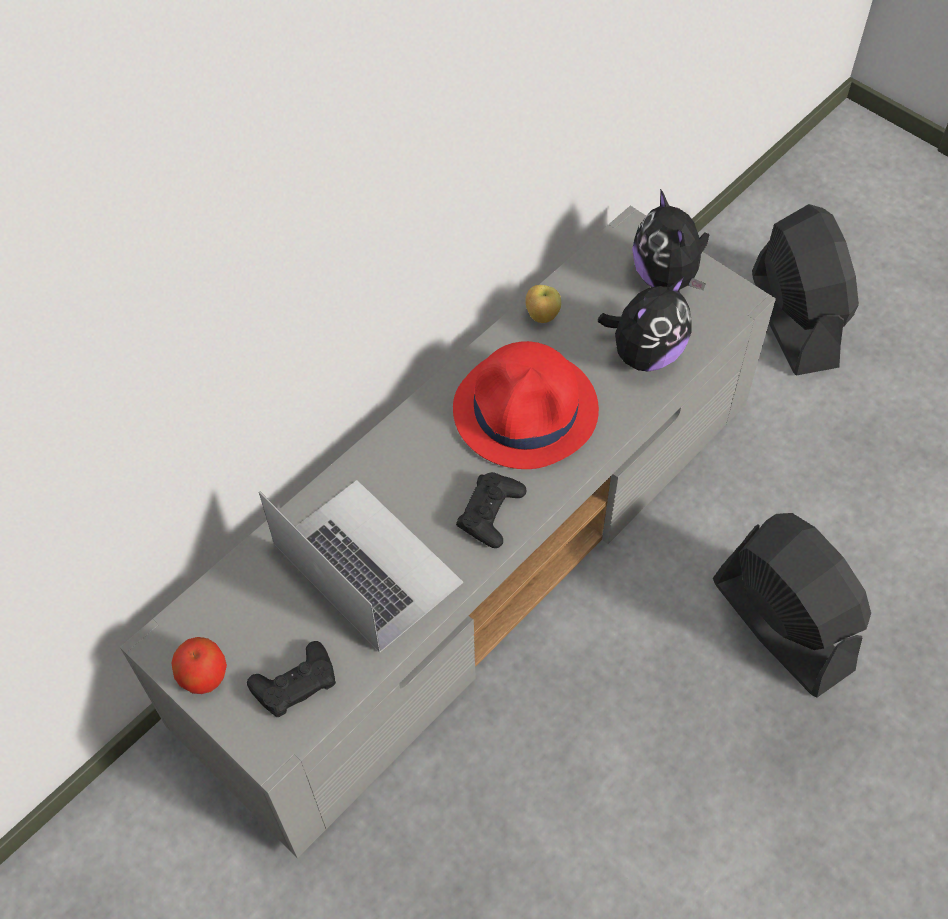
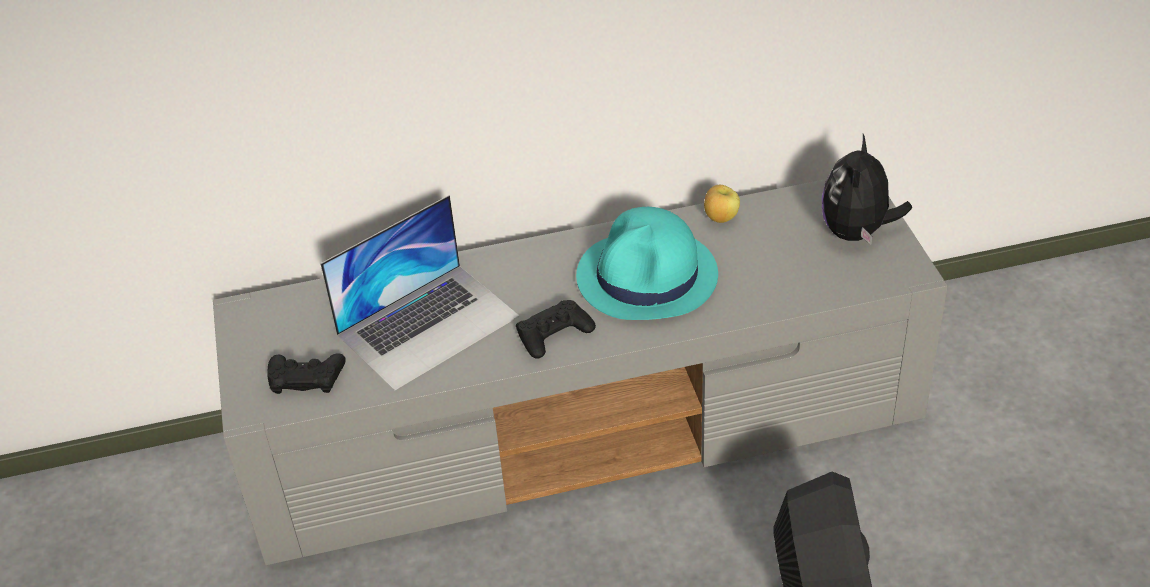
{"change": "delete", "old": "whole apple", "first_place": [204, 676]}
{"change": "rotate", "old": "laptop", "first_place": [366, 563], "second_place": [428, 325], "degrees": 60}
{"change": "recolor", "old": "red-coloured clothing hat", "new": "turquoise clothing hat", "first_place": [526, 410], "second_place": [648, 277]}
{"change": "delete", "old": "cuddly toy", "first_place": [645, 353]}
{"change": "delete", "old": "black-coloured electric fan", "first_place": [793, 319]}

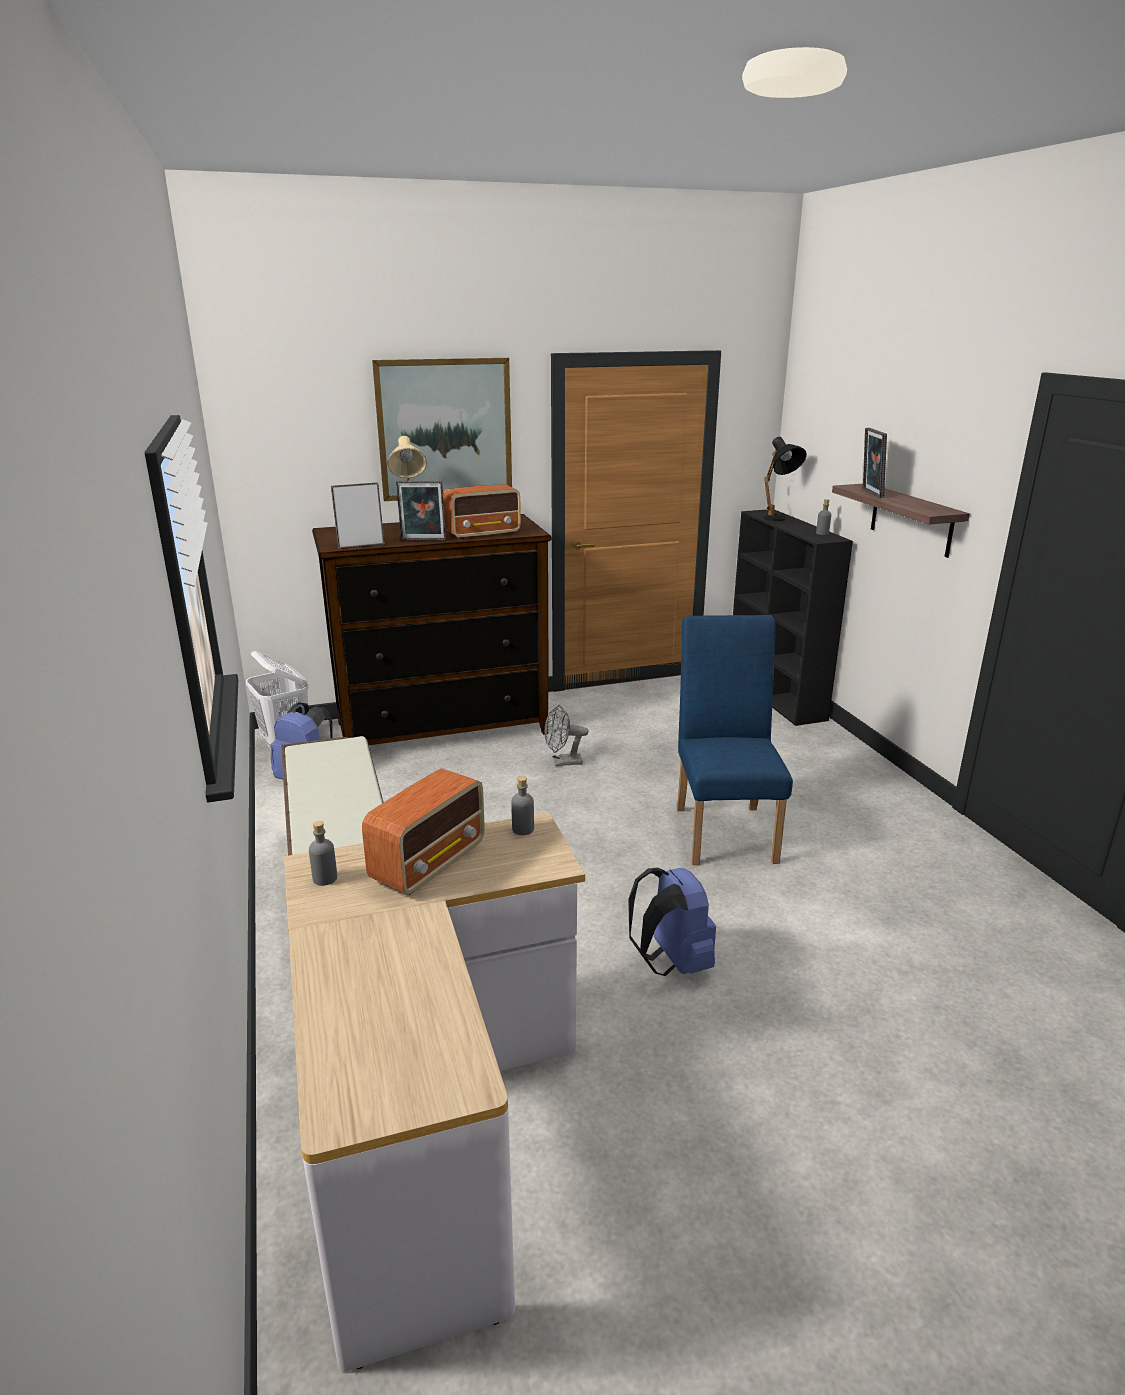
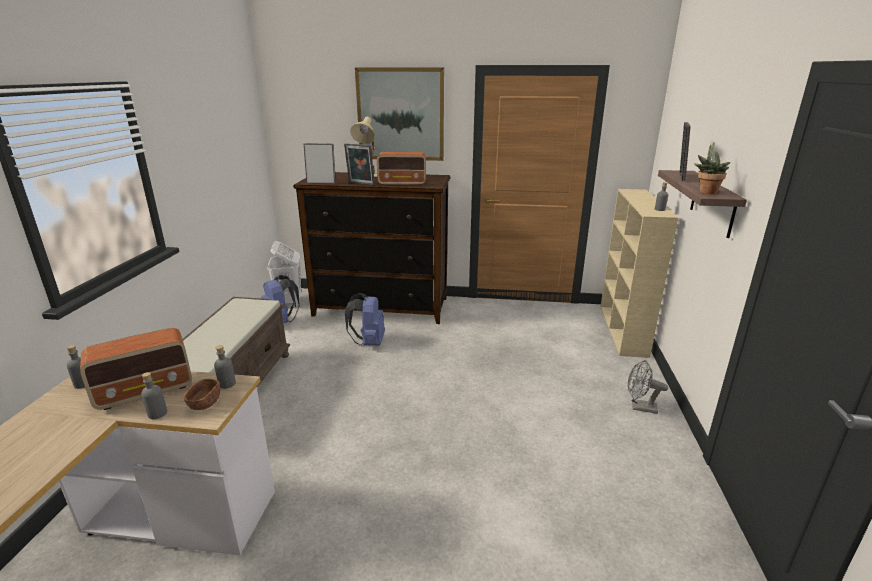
{"change": "move", "old": "gray electric fan", "first_place": [562, 762], "second_place": [639, 407]}
{"change": "move", "old": "bluish knapsack", "first_place": [672, 963], "second_place": [369, 342]}
{"change": "delete", "old": "bluish plain chair", "first_place": [724, 829]}
{"change": "recolor", "old": "black-coloured bookshelf", "new": "beige bookshelf", "first_place": [776, 696], "second_place": [623, 330]}
{"change": "delete", "old": "black-coloured tabletop lamp", "first_place": [778, 520]}
{"change": "insert", "new": "gray bottle", "second_place": [157, 414]}
{"change": "insert", "new": "brown-coloured serving bowl", "second_place": [205, 403]}
{"change": "insert", "new": "potted plant", "second_place": [706, 192]}

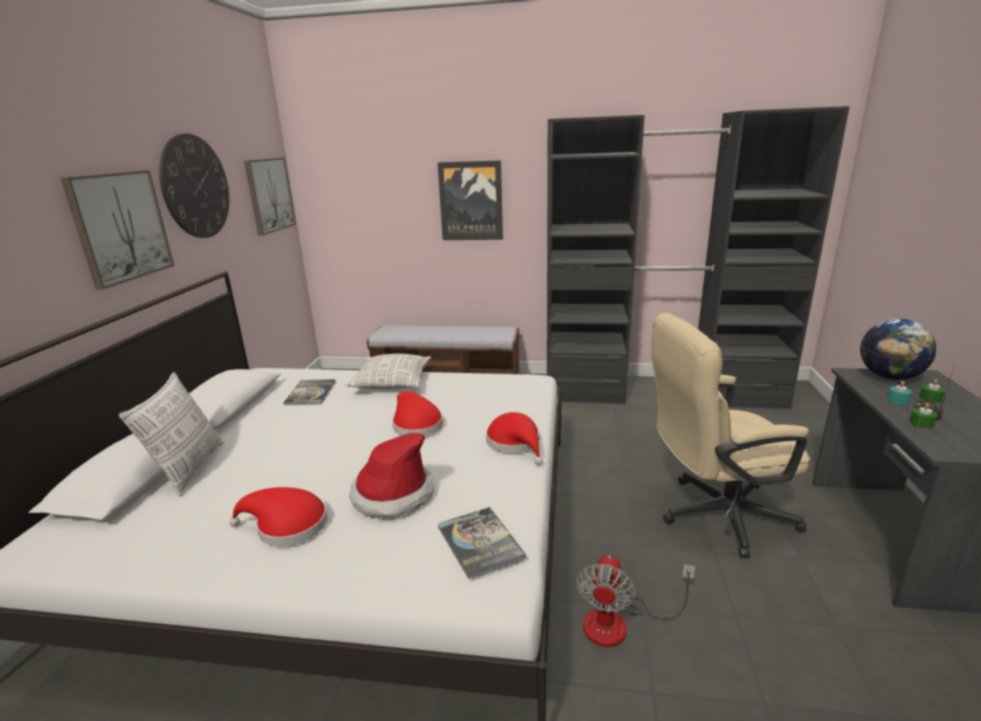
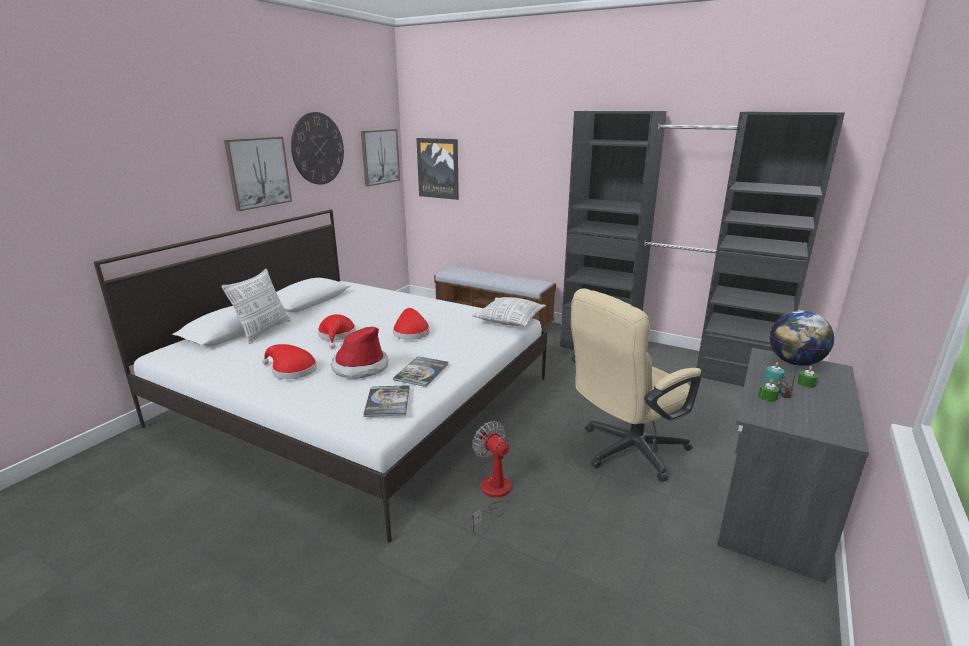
{"change": "move", "old": "book", "first_place": [310, 393], "second_place": [421, 372]}
{"change": "move", "old": "throw pillow", "first_place": [392, 383], "second_place": [510, 320]}
{"change": "move", "old": "wall picture", "first_place": [471, 201], "second_place": [438, 168]}
{"change": "move", "old": "red-coloured clothing hat", "first_place": [515, 443], "second_place": [337, 335]}
{"change": "rotate", "old": "electric fan", "first_place": [619, 623], "second_place": [492, 495], "degrees": 105}
{"change": "rotate", "old": "beige office chair", "first_place": [714, 515], "second_place": [625, 452], "degrees": -45}

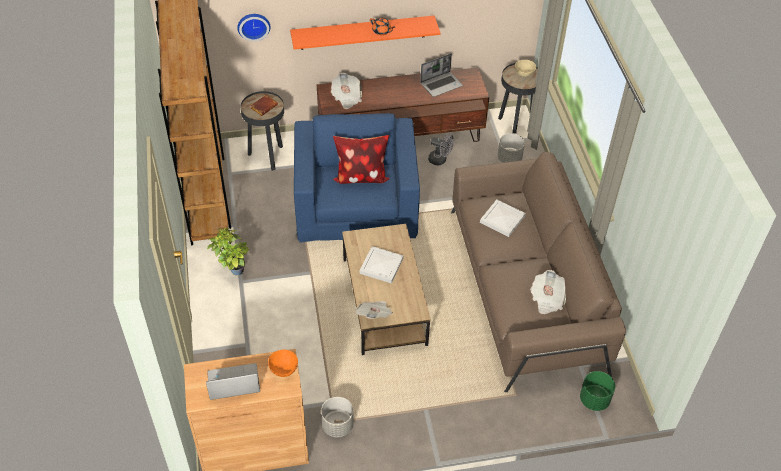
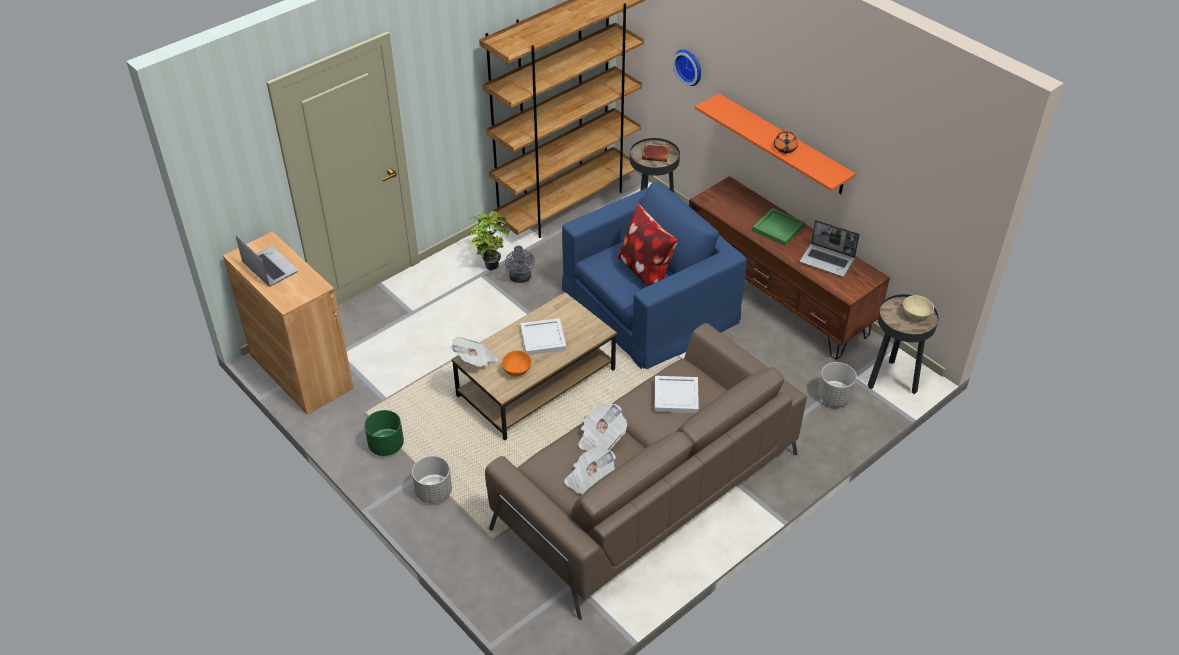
{"change": "move", "old": "orange-coloured serving bowl", "first_place": [283, 368], "second_place": [517, 370]}
{"change": "move", "old": "gray flower pot", "first_place": [337, 426], "second_place": [433, 492]}
{"change": "move", "old": "newspaper", "first_place": [346, 98], "second_place": [601, 438]}
{"change": "move", "old": "gray electric fan", "first_place": [440, 160], "second_place": [520, 278]}
{"change": "move", "old": "greenish flower pot", "first_place": [594, 400], "second_place": [386, 445]}
{"change": "insert", "new": "greenish carrying tray", "second_place": [778, 229]}

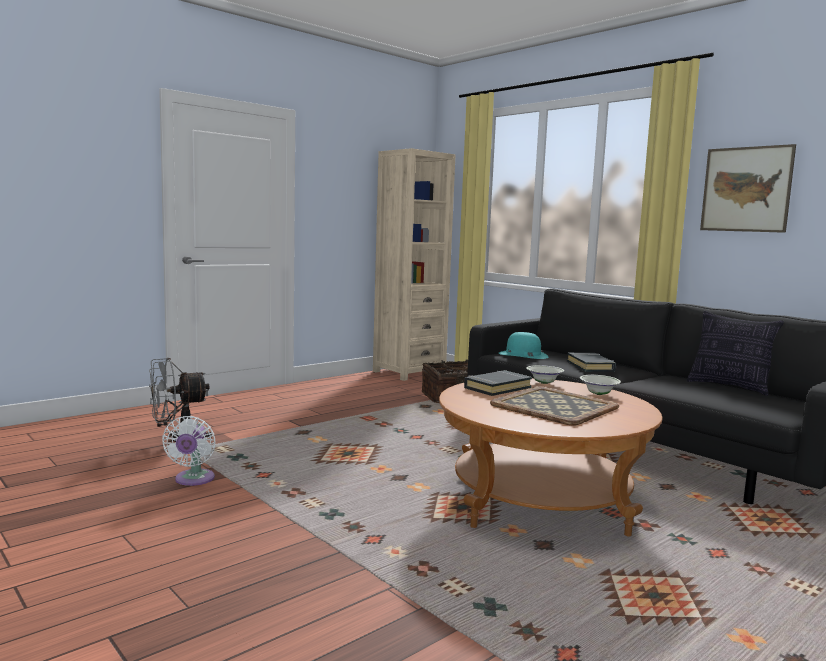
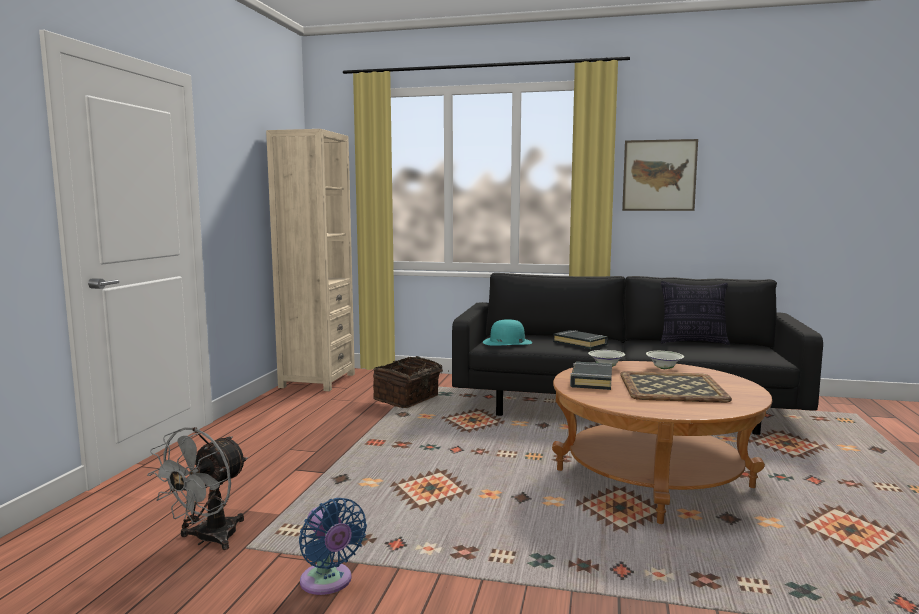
{"change": "recolor", "old": "white electric fan", "new": "bluish electric fan", "first_place": [193, 480], "second_place": [328, 582]}

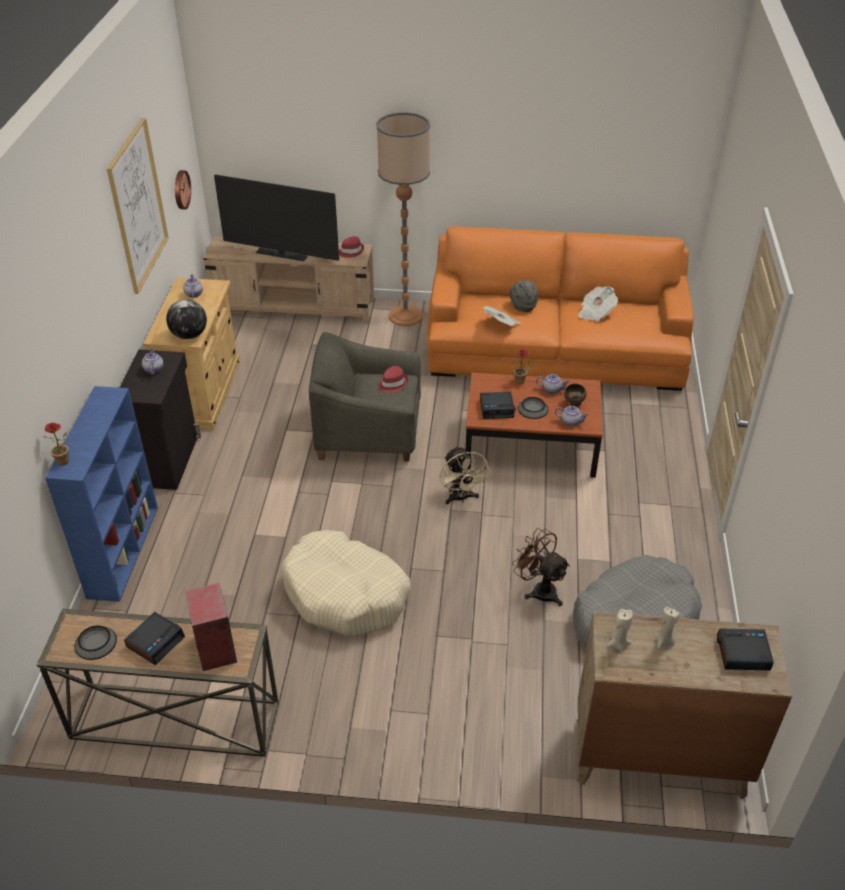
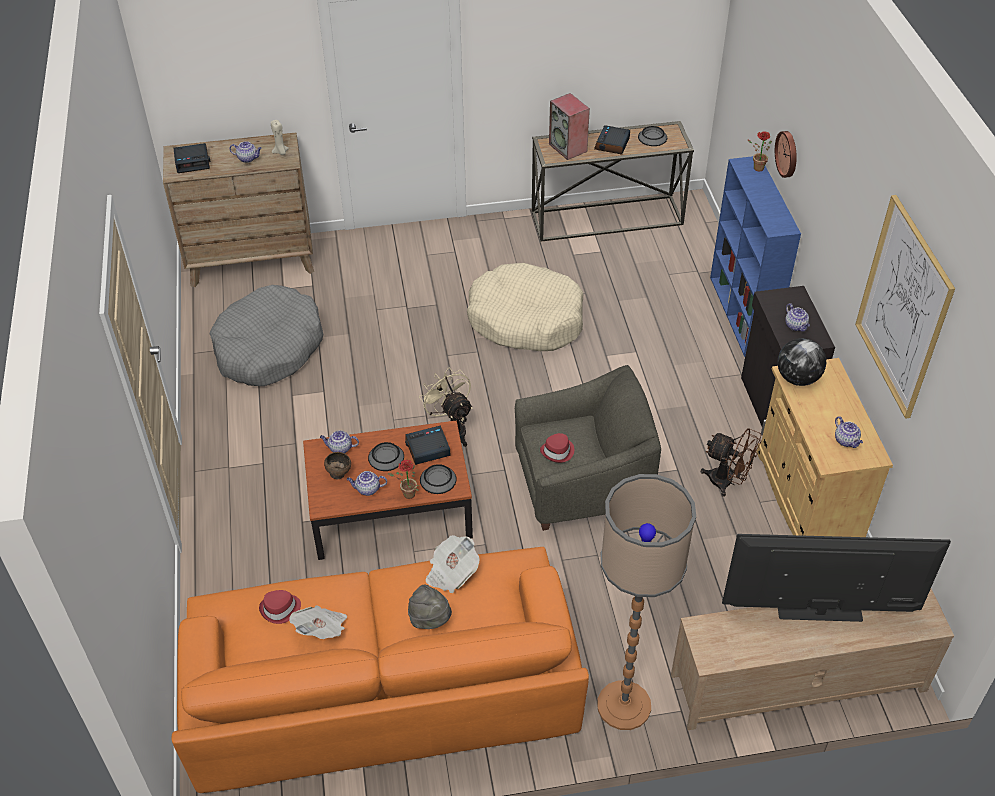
{"change": "move", "old": "hanging clock", "first_place": [180, 189], "second_place": [788, 154]}
{"change": "move", "old": "red-coloured clothing hat", "first_place": [351, 251], "second_place": [280, 609]}
{"change": "move", "old": "brown-coloured electric fan", "first_place": [539, 590], "second_place": [727, 482]}
{"change": "replace", "old": "beige wax candle", "new": "pot for tea", "first_place": [664, 642], "second_place": [248, 158]}
{"change": "insert", "new": "serving bowl", "second_place": [438, 479]}

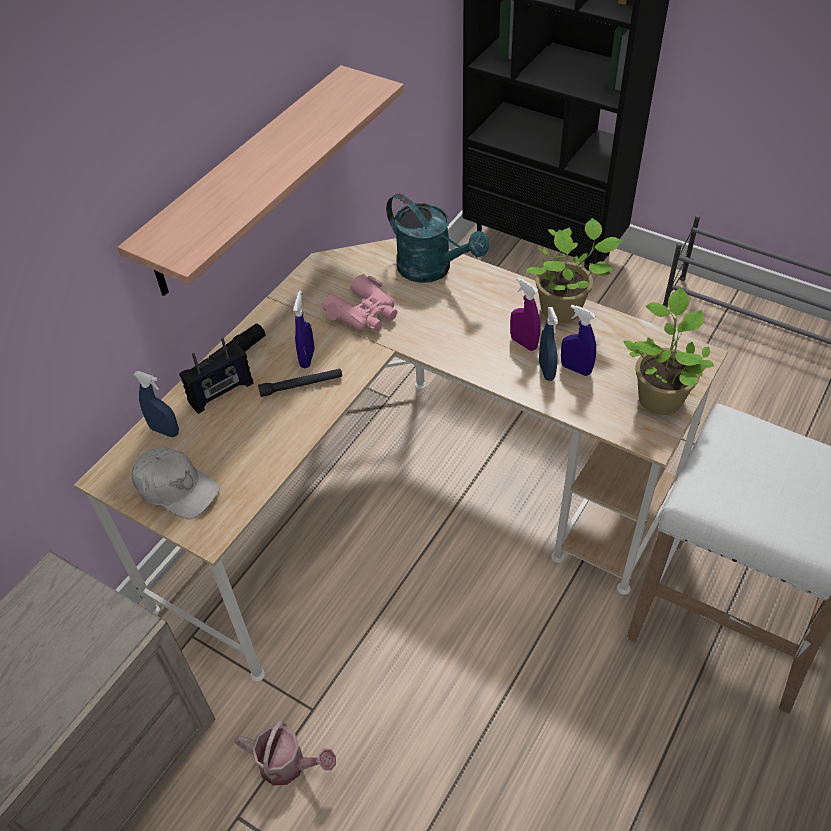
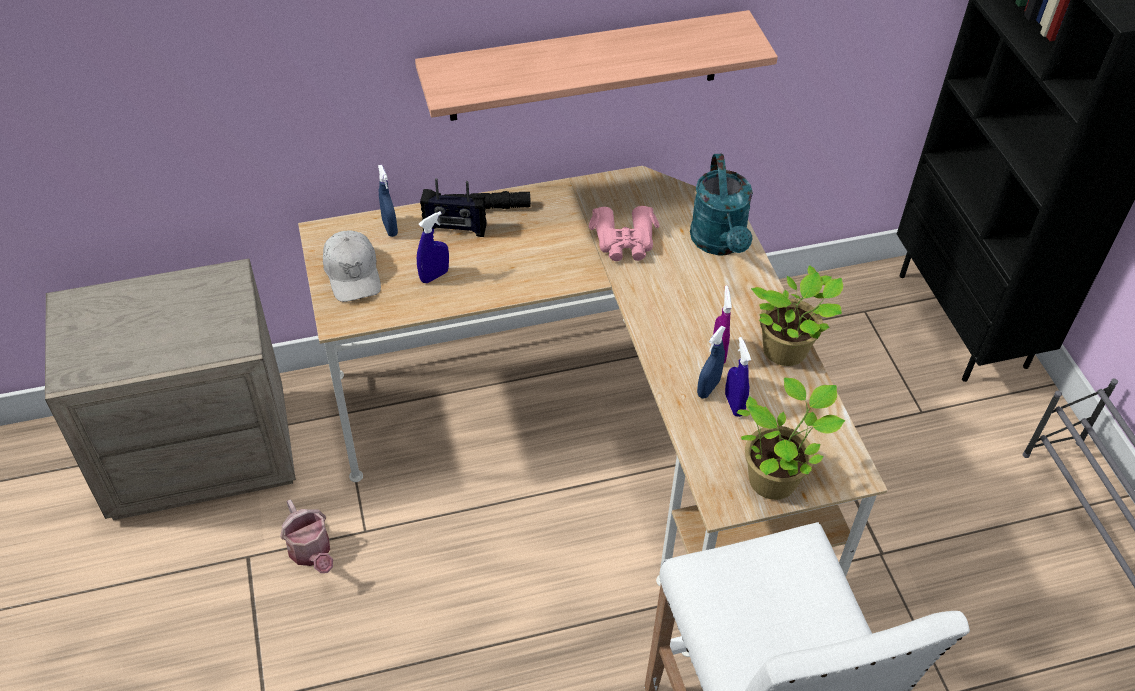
{"change": "delete", "old": "black-coloured torch", "first_place": [301, 385]}
{"change": "move", "old": "bluish spray bottle", "first_place": [307, 358], "second_place": [434, 276]}

